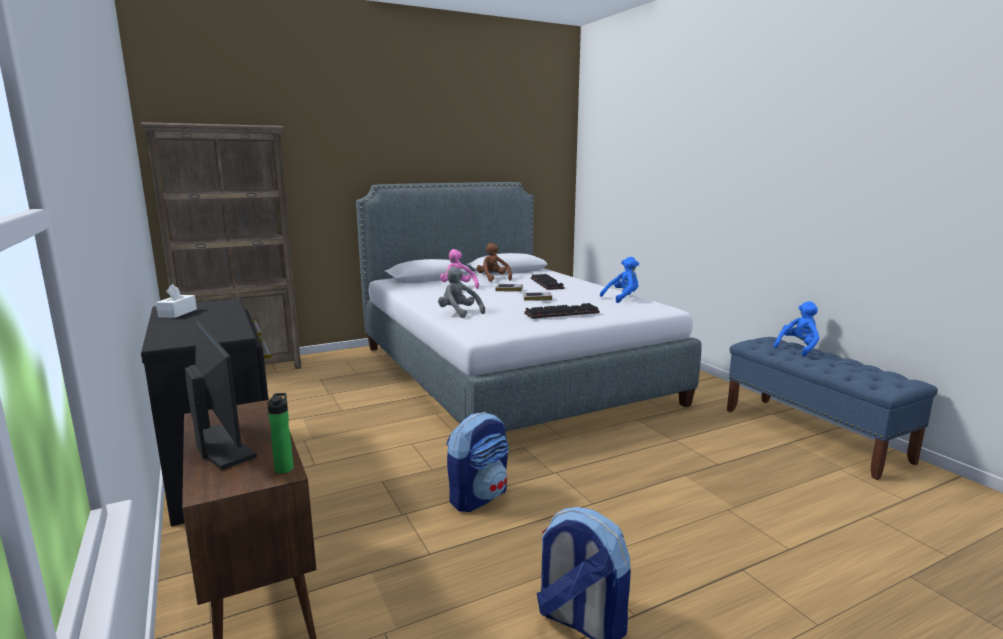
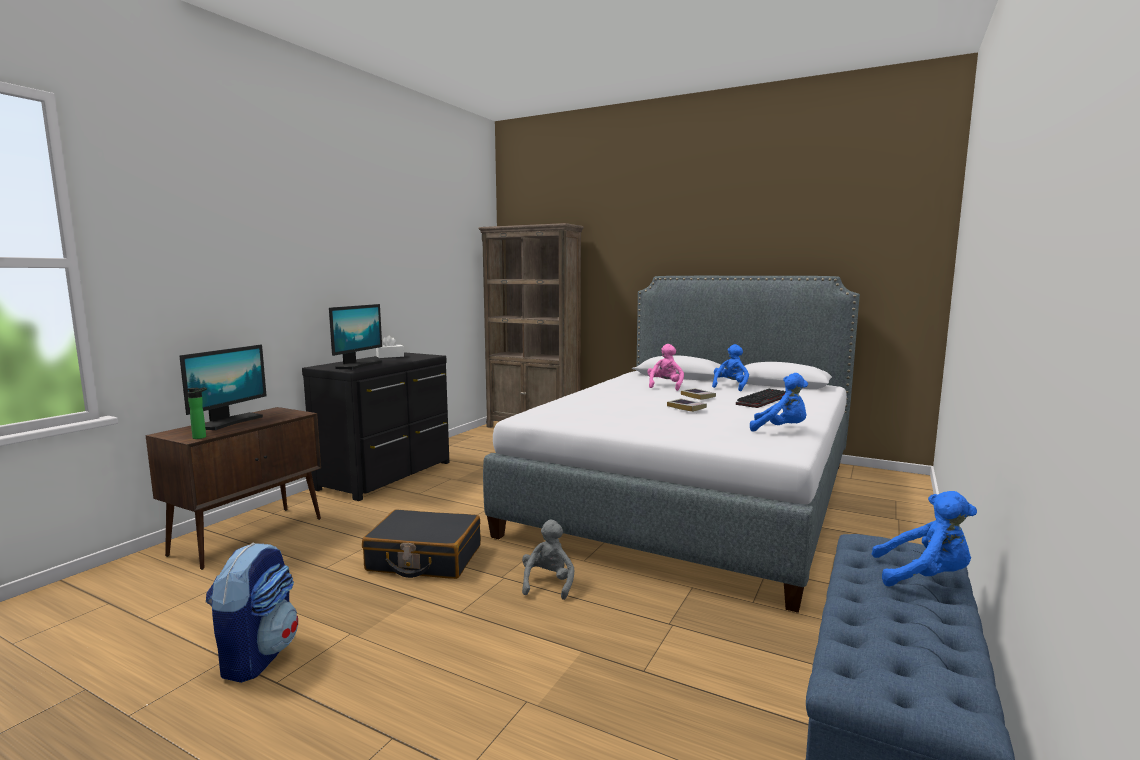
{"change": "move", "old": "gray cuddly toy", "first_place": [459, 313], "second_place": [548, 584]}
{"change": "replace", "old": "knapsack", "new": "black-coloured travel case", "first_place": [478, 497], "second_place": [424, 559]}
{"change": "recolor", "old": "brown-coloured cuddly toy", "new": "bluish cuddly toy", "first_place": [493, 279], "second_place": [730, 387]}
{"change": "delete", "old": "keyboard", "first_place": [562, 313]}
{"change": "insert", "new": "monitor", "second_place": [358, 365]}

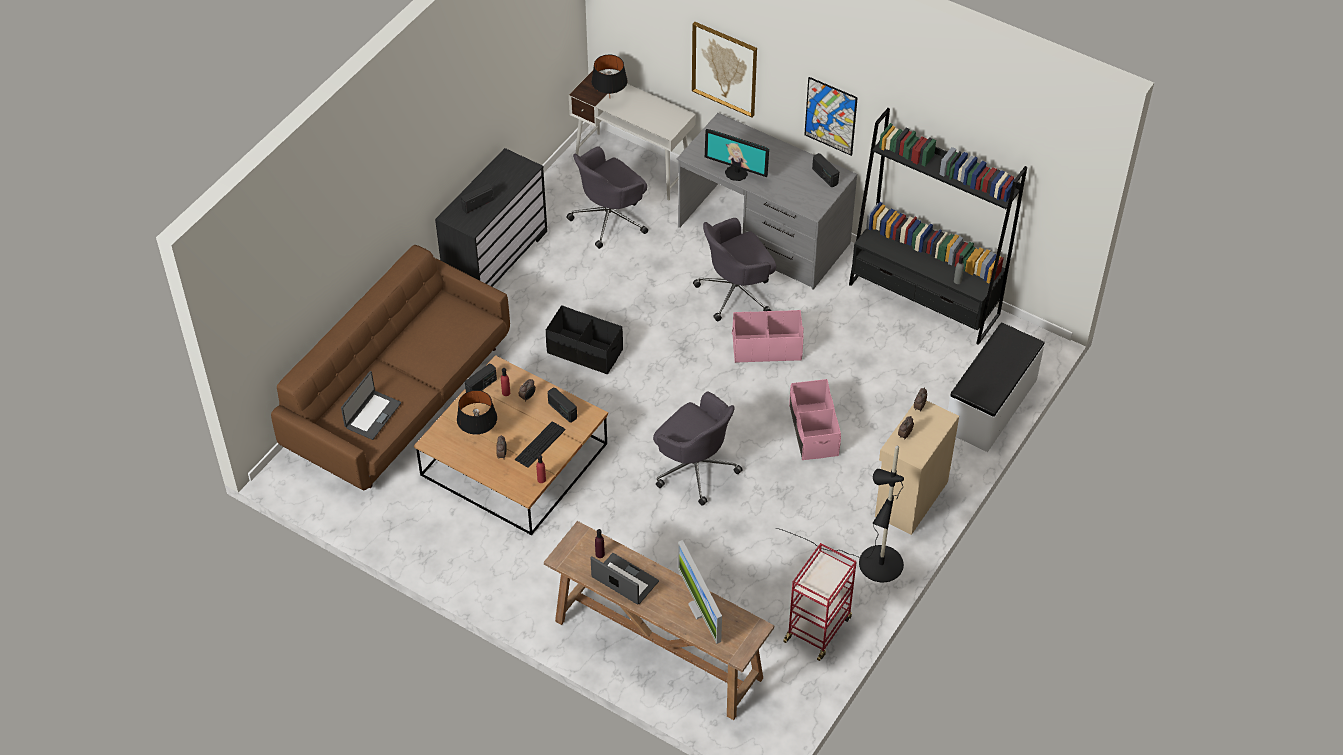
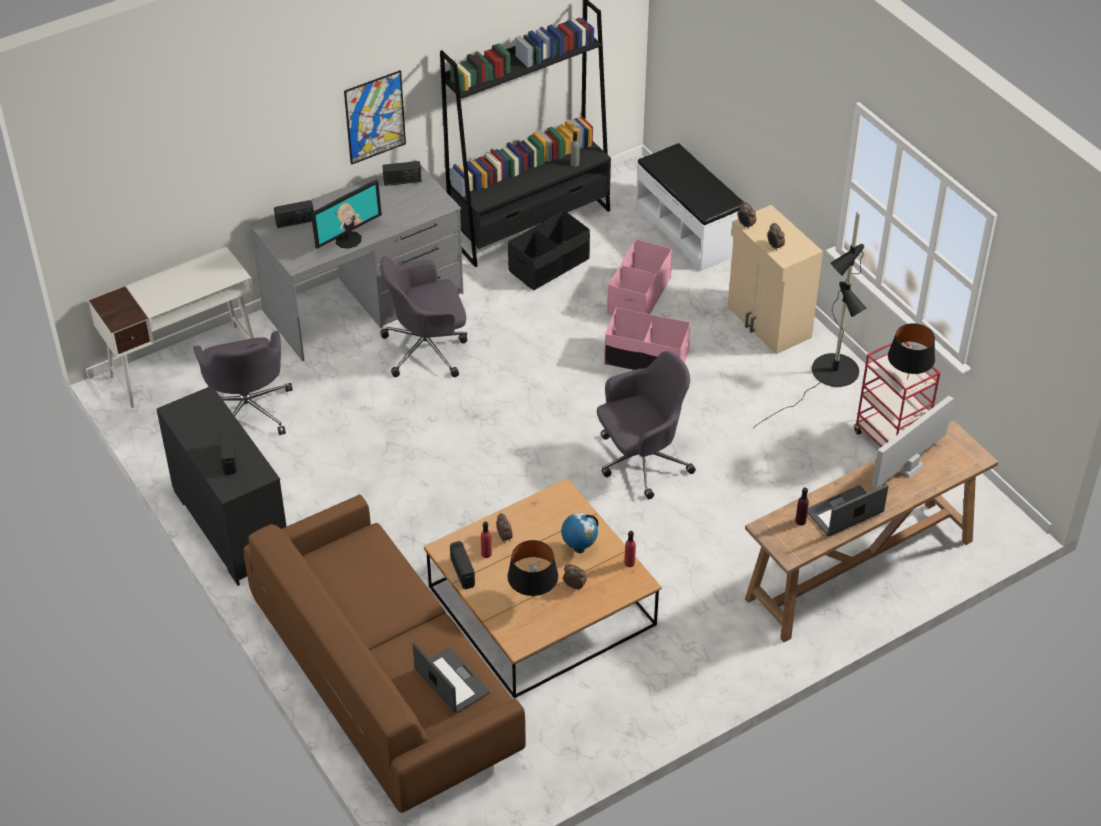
{"change": "replace", "old": "keyboard", "new": "world globe", "first_place": [540, 444], "second_place": [579, 548]}
{"change": "move", "old": "black-coloured storage box", "first_place": [584, 352], "second_place": [549, 265]}
{"change": "move", "old": "radio", "first_place": [562, 411], "second_place": [295, 222]}
{"change": "move", "old": "black-coloured tabletop lamp", "first_place": [610, 98], "second_place": [907, 379]}
{"change": "rotate", "old": "monitor", "first_place": [700, 609], "second_place": [909, 467], "degrees": 135}
{"change": "delete", "old": "wall picture", "first_place": [724, 68]}
{"change": "rotate", "old": "gray office chair", "first_place": [736, 292], "second_place": [427, 349], "degrees": 75}
{"change": "move", "old": "pink storage box", "first_place": [766, 347], "second_place": [638, 296]}

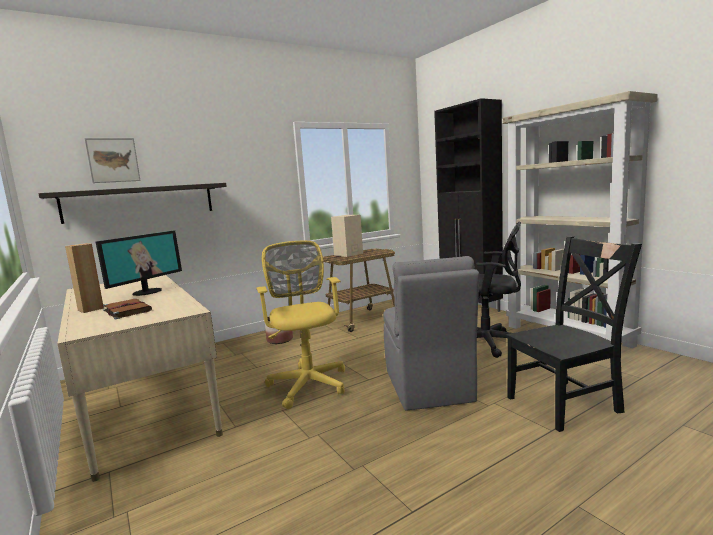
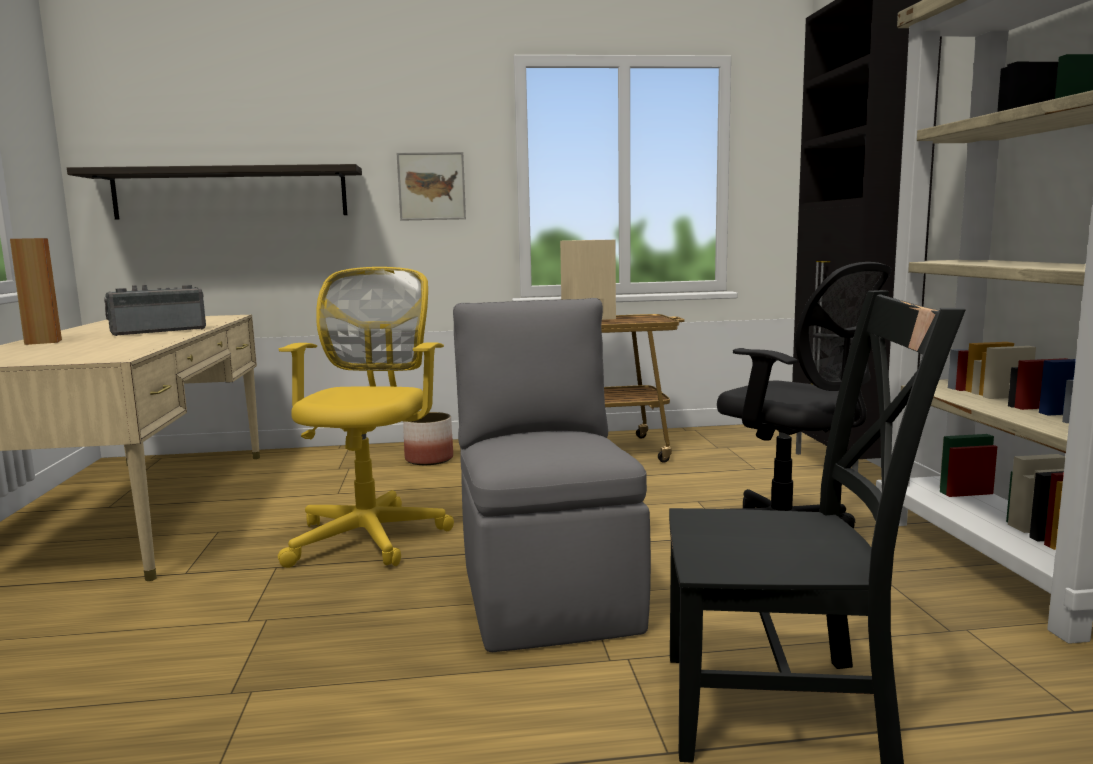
{"change": "move", "old": "wall picture", "first_place": [113, 160], "second_place": [431, 186]}
{"change": "replace", "old": "monitor", "new": "radio", "first_place": [147, 292], "second_place": [158, 331]}
{"change": "delete", "old": "brown-coloured book", "first_place": [127, 310]}
{"change": "rotate", "old": "gray plain chair", "first_place": [428, 387], "second_place": [548, 593], "degrees": 150}

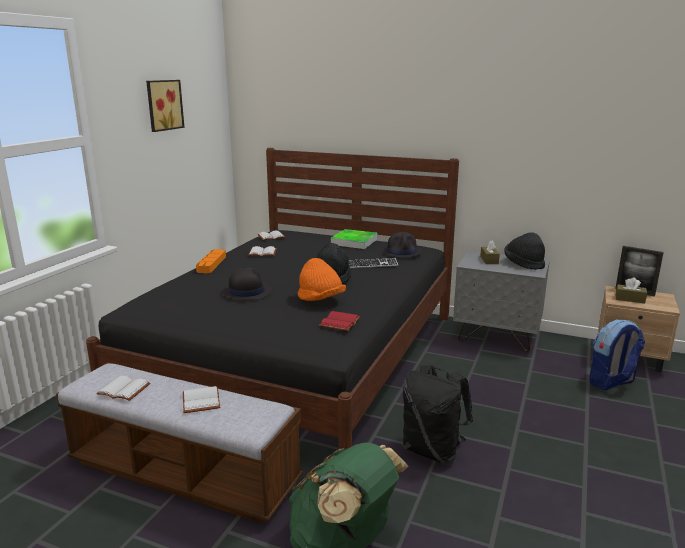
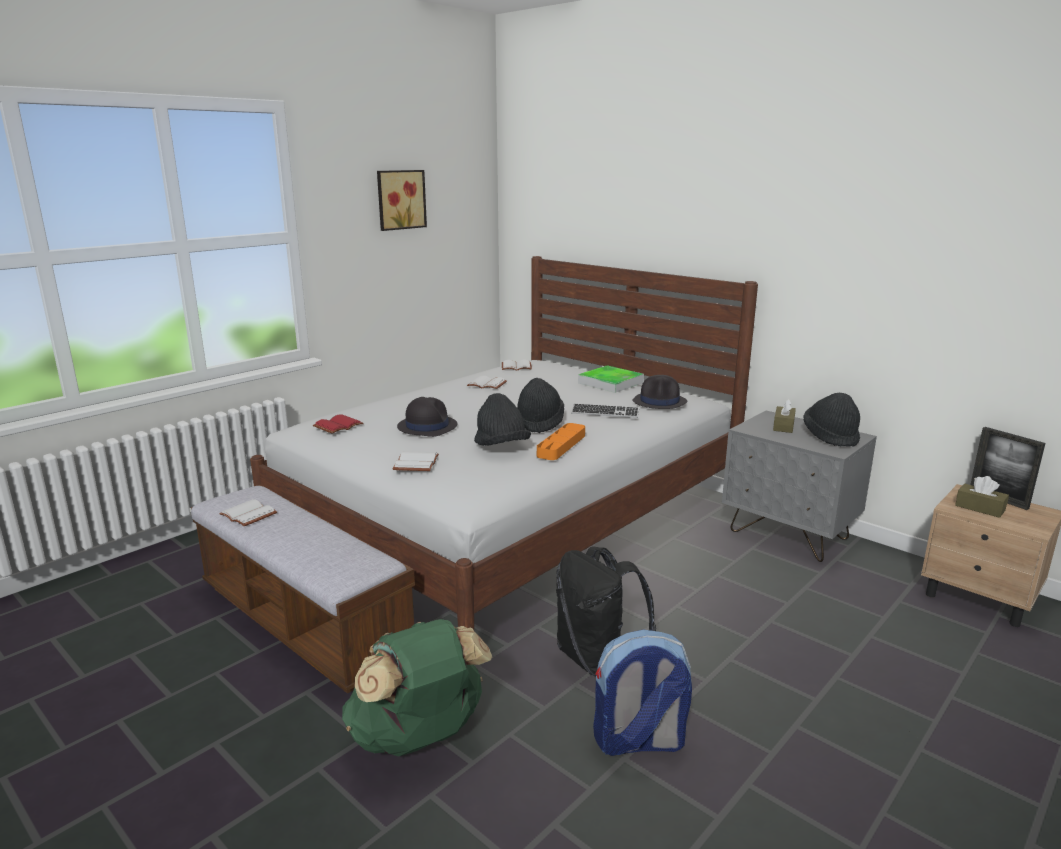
{"change": "recolor", "old": "black-coloured bed", "new": "white bed", "first_place": [300, 358], "second_place": [511, 520]}
{"change": "move", "old": "white book", "first_place": [199, 401], "second_place": [415, 463]}
{"change": "move", "old": "orange-coloured carrying tray", "first_place": [211, 264], "second_place": [561, 445]}
{"change": "recolor", "old": "orange-coloured clothing hat", "new": "black-coloured clothing hat", "first_place": [321, 300], "second_place": [501, 446]}
{"change": "move", "old": "red-coloured book", "first_place": [341, 323], "second_place": [338, 426]}
{"change": "move", "old": "knapsack", "first_place": [611, 382], "second_place": [638, 742]}

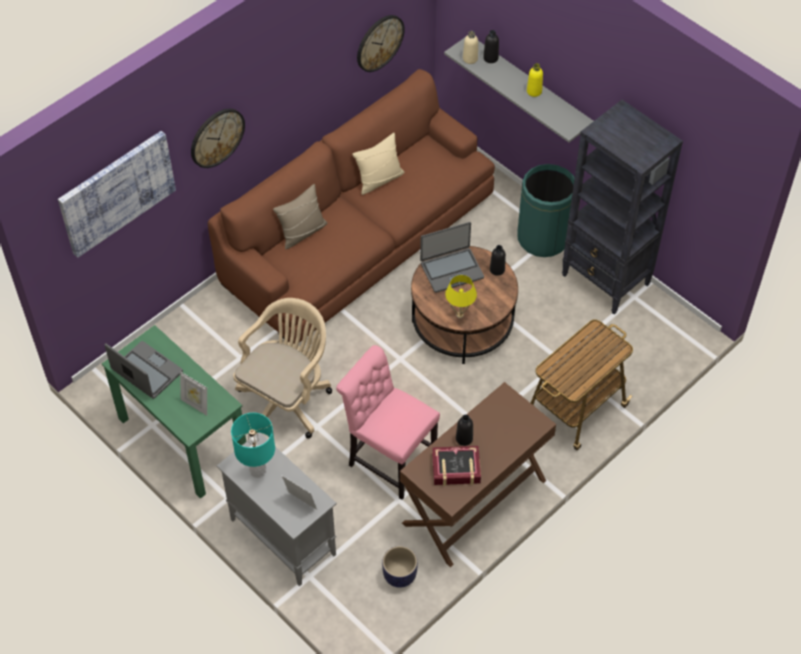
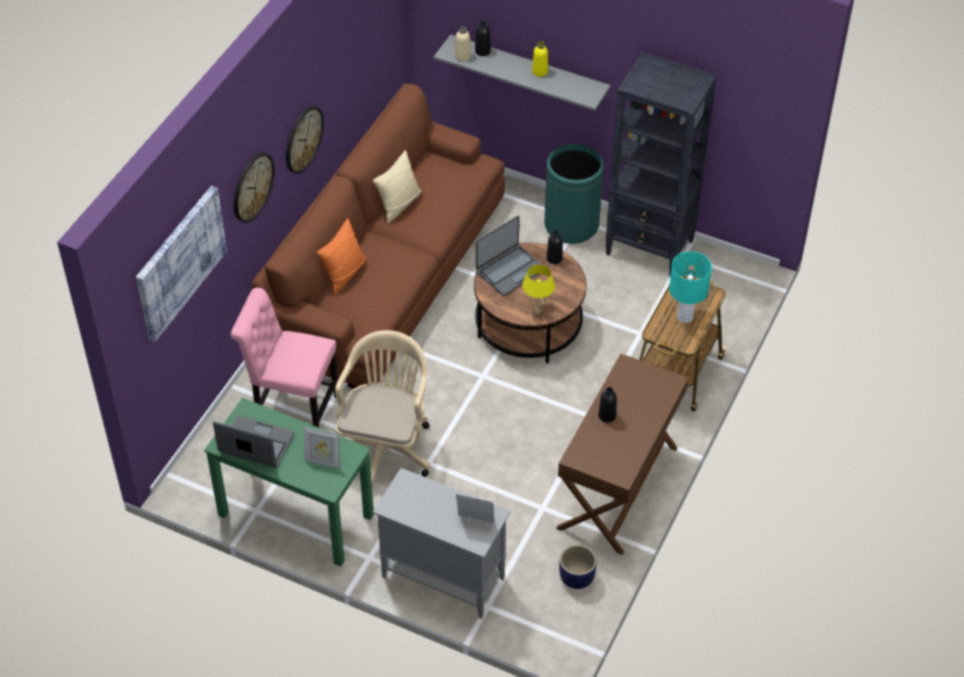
{"change": "move", "old": "turquoise tabletop lamp", "first_place": [258, 470], "second_place": [685, 316]}
{"change": "recolor", "old": "beige throw pillow", "new": "orange-coloured throw pillow", "first_place": [302, 232], "second_place": [344, 274]}
{"change": "move", "old": "pink plain chair", "first_place": [388, 459], "second_place": [292, 410]}
{"change": "move", "old": "hanging clock", "first_place": [379, 42], "second_place": [303, 139]}
{"change": "delete", "old": "book", "first_place": [456, 469]}

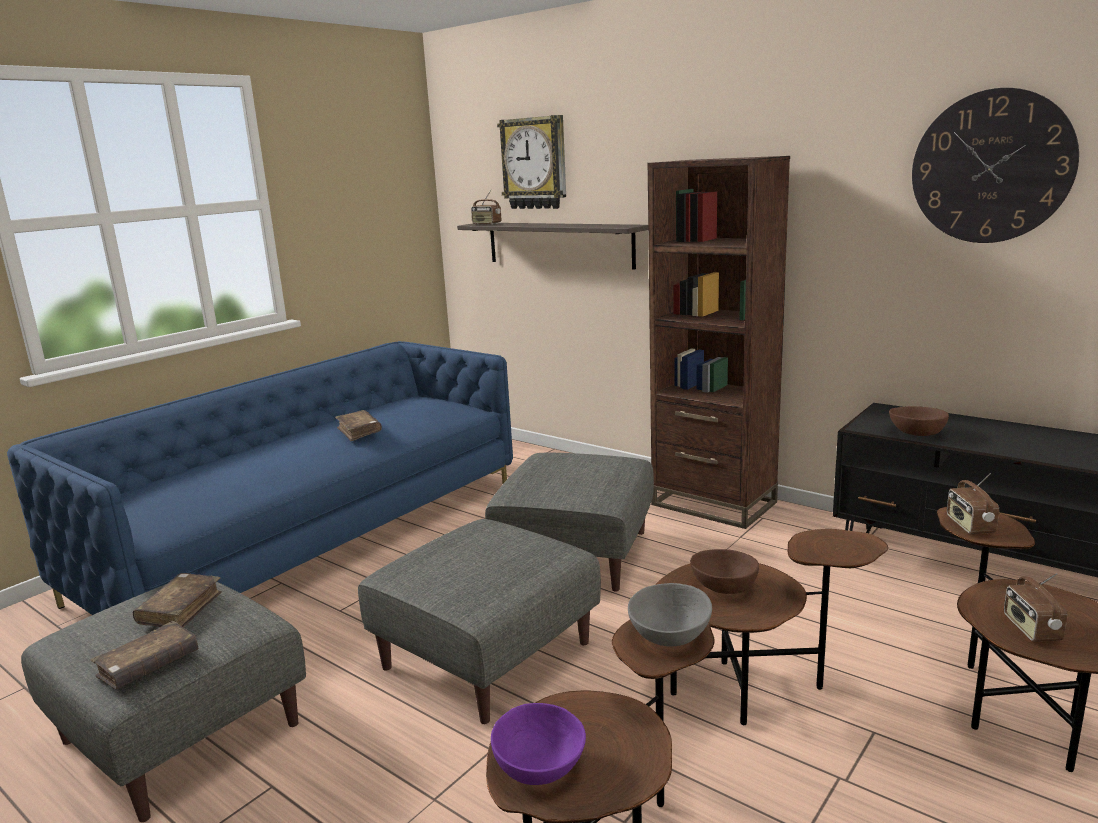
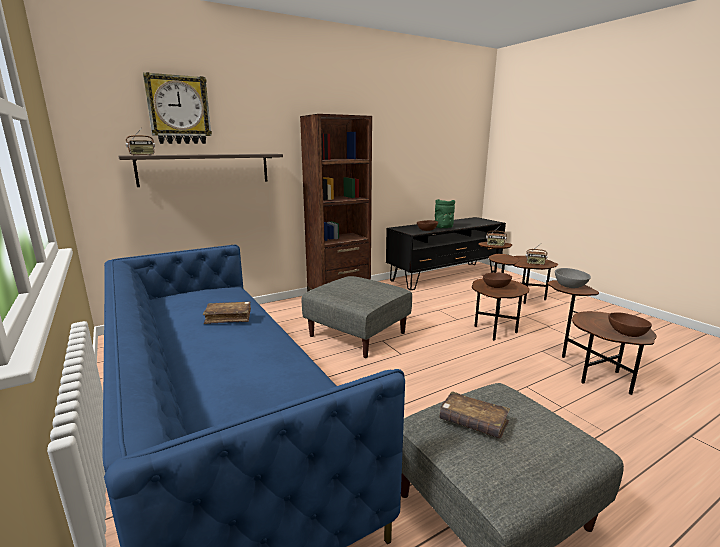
{"change": "delete", "old": "brown-coloured book", "first_place": [149, 666]}
{"change": "delete", "old": "gray ottoman", "first_place": [486, 654]}
{"change": "recolor", "old": "purple-coloured serving bowl", "new": "brown-coloured serving bowl", "first_place": [537, 766], "second_place": [626, 333]}
{"change": "delete", "old": "hanging clock", "first_place": [991, 167]}
{"change": "insert", "new": "greenish vase", "second_place": [443, 227]}

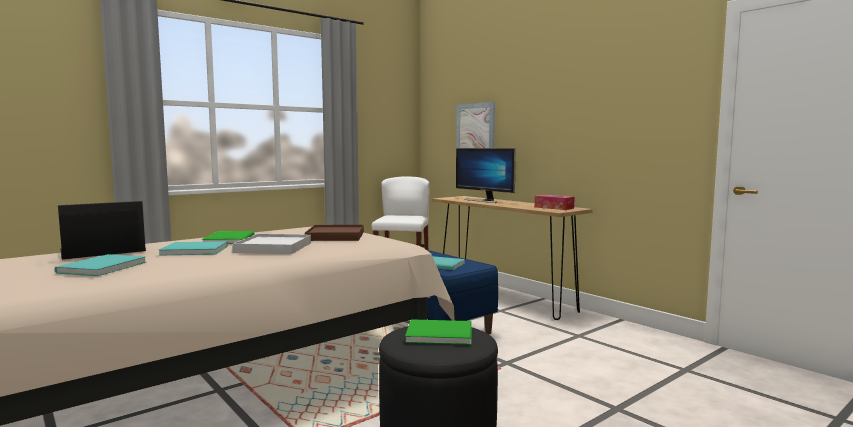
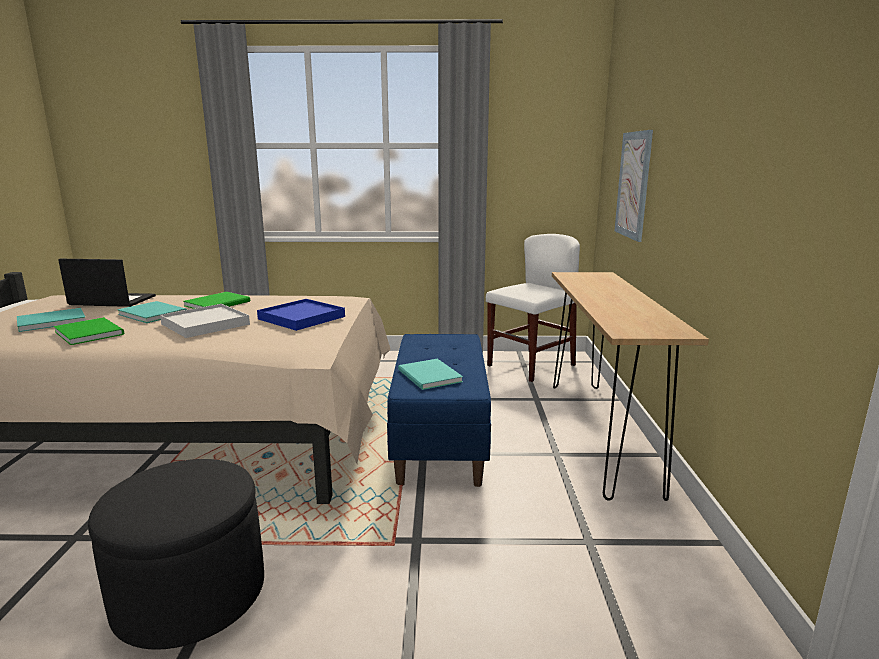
{"change": "recolor", "old": "brown-coloured carrying tray", "new": "bluish carrying tray", "first_place": [335, 236], "second_place": [301, 318]}
{"change": "move", "old": "greenish book", "first_place": [437, 333], "second_place": [90, 332]}
{"change": "delete", "old": "monitor", "first_place": [484, 200]}
{"change": "delete", "old": "tissue box", "first_place": [554, 208]}

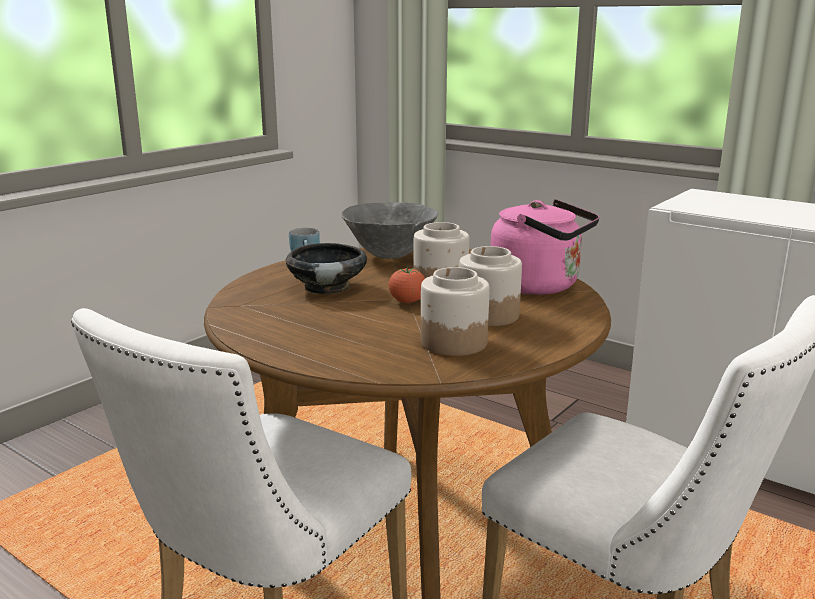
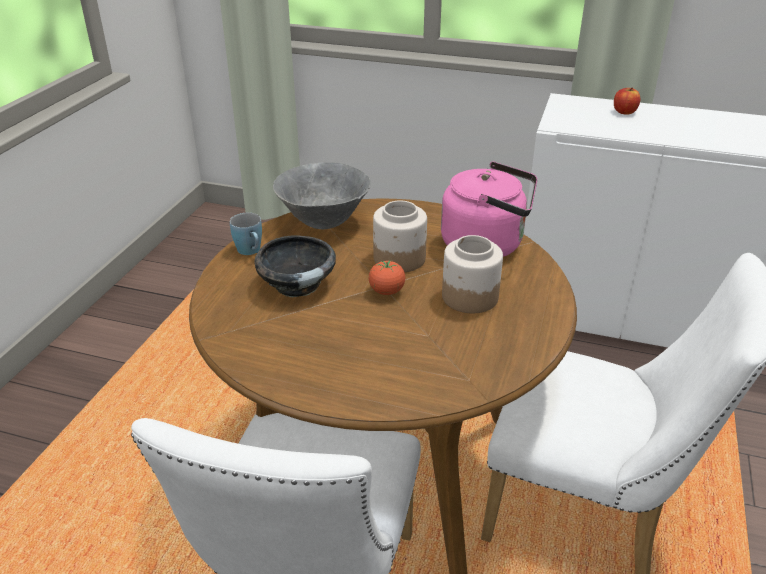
{"change": "delete", "old": "preserve jar", "first_place": [453, 342]}
{"change": "insert", "new": "whole apple", "second_place": [624, 112]}

